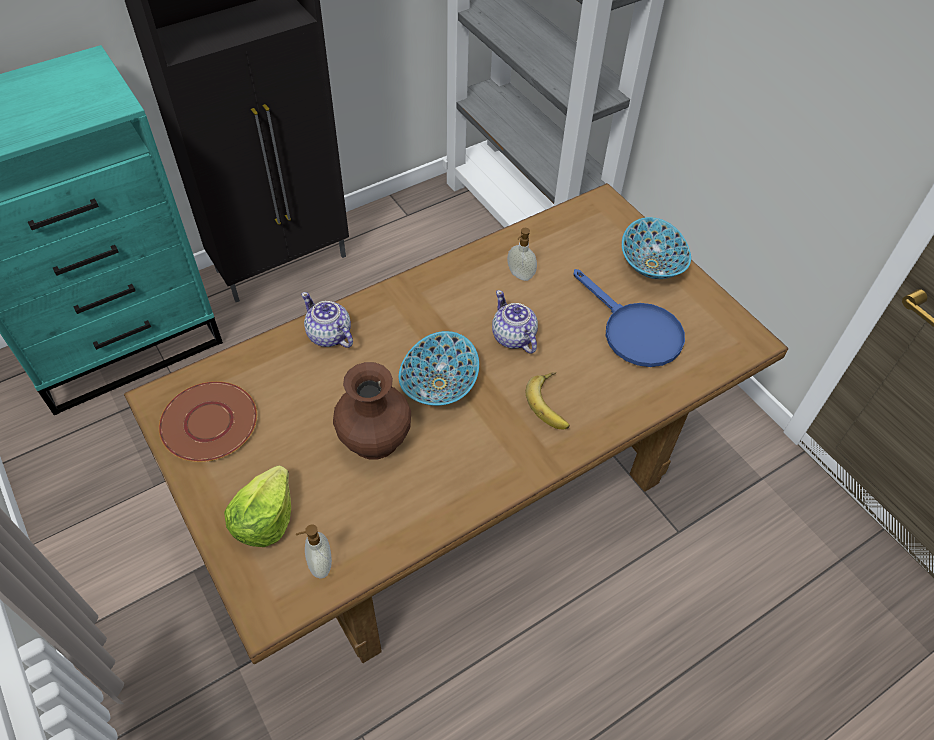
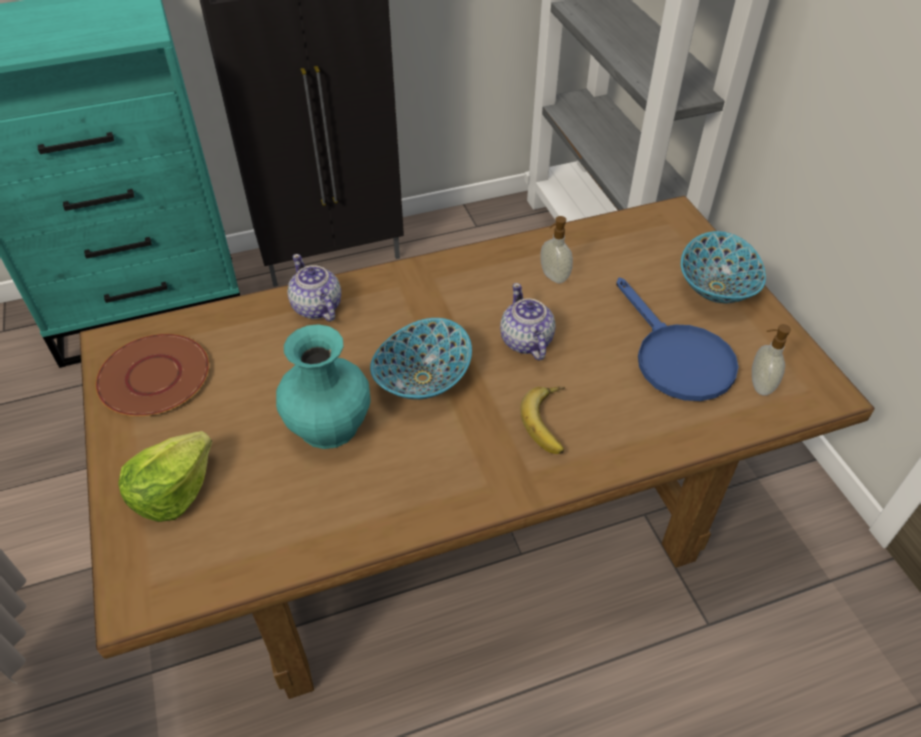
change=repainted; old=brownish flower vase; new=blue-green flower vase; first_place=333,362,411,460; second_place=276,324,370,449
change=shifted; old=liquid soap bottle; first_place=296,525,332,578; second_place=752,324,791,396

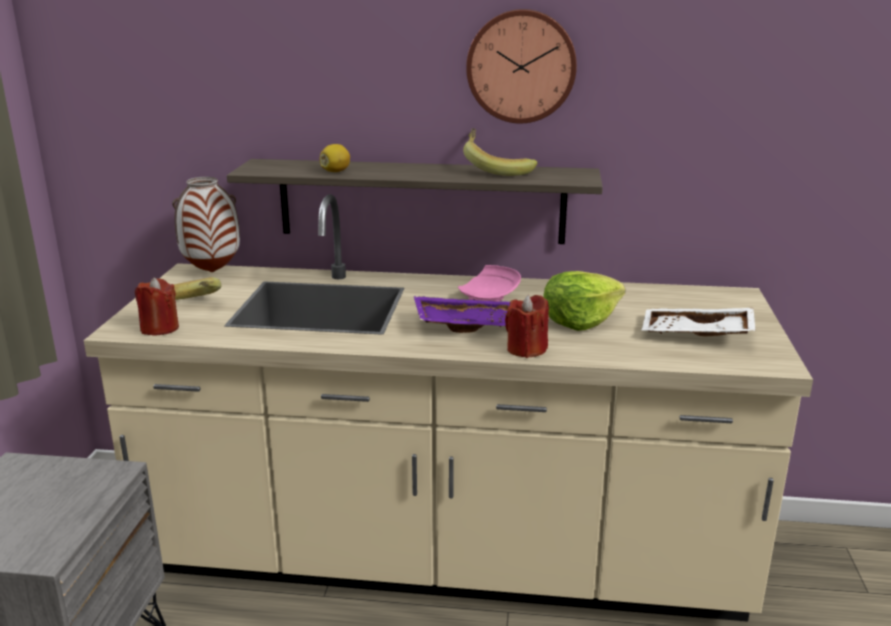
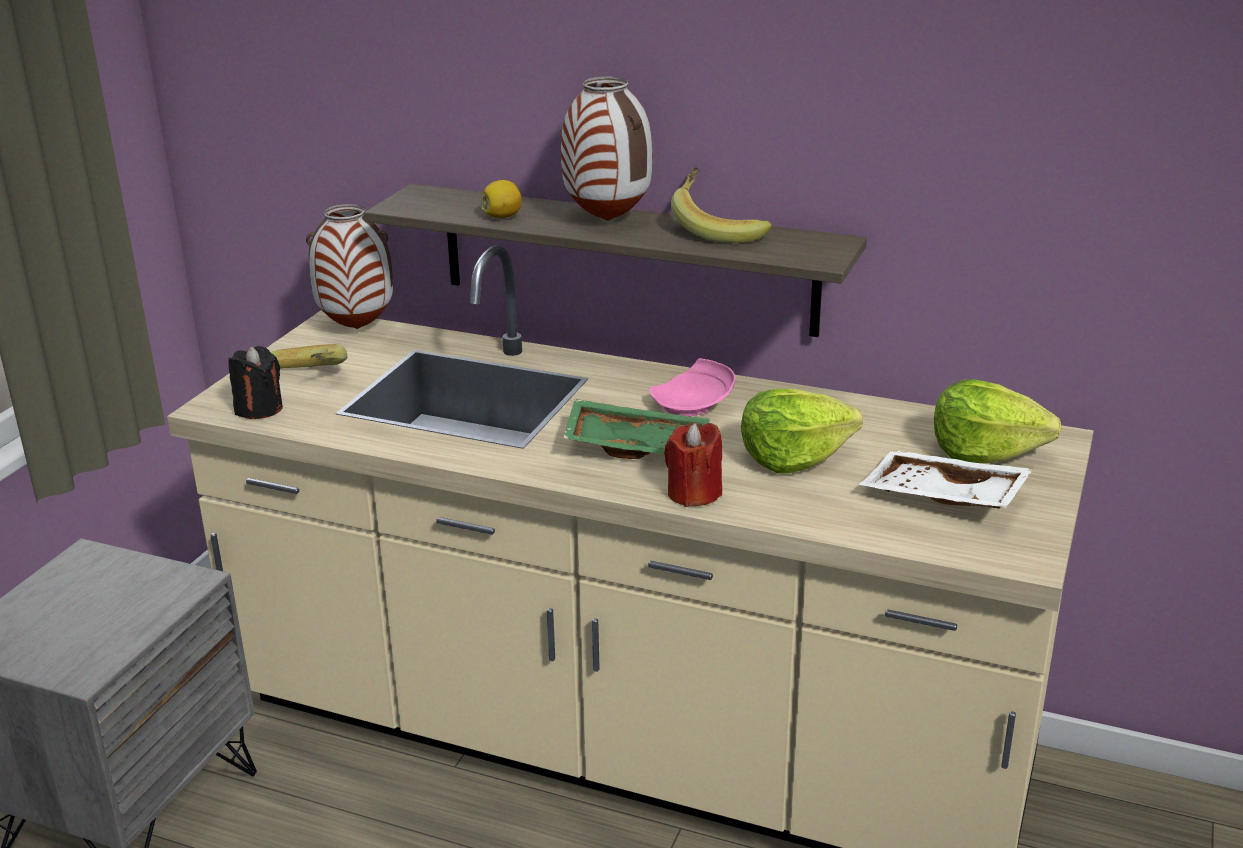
change=repainted; old=red wax candle; new=black wax candle; first_place=135,277,179,335; second_place=228,346,283,419
change=new; new=flower vase; second_place=561,76,653,221
change=repainted; old=purple tray; new=greenish tray; first_place=414,296,510,333; second_place=563,399,710,459
change=new; new=lettuce; second_place=934,379,1062,463
change=gone; old=wall clock; first_place=466,9,577,124

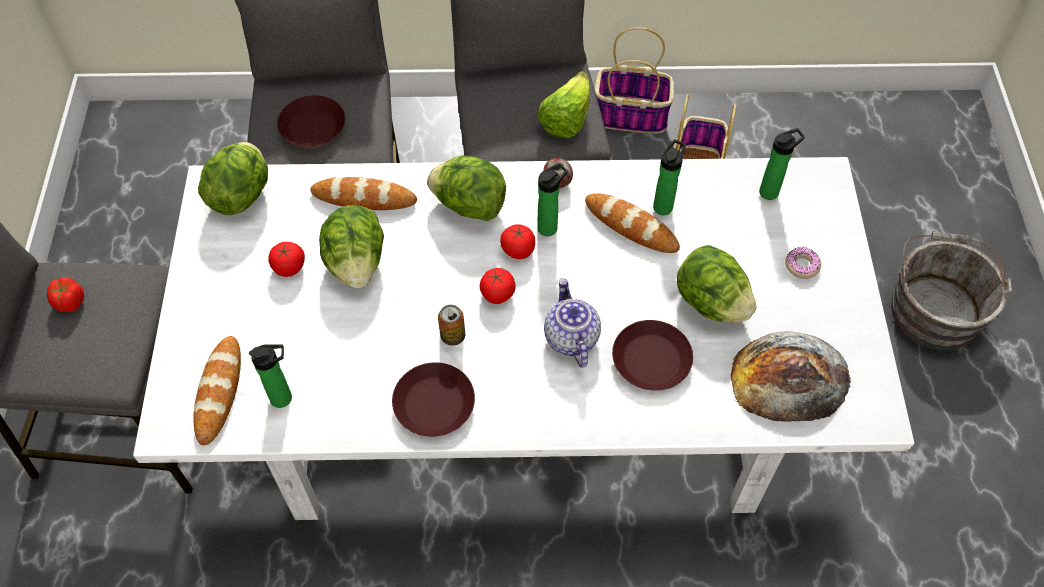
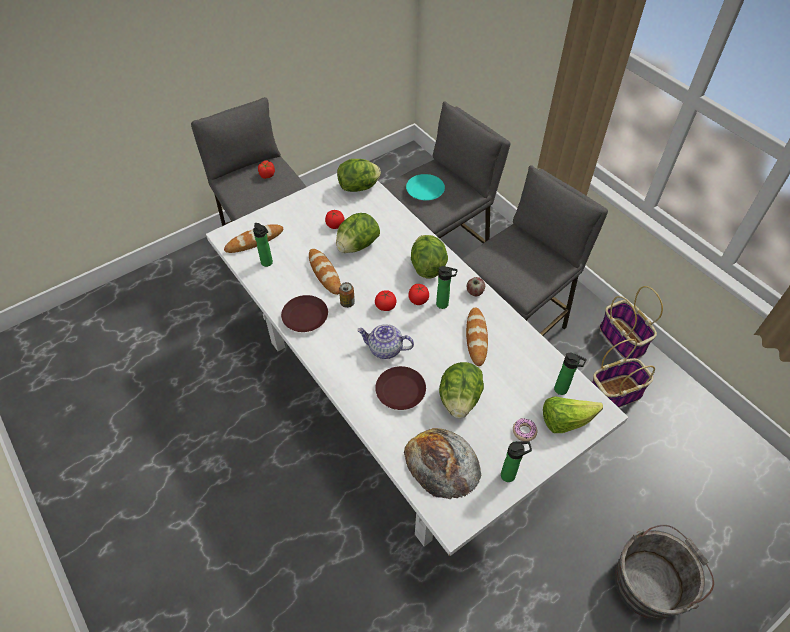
change=shifted; old=bread; first_place=310,177,417,210; second_place=309,249,341,295
change=rotated; old=pot for tea; first_place=544,278,601,368; second_place=357,324,414,359; degrees=-120
change=repainted; old=brownish dinner plate; new=blue-green dinner plate; first_place=277,96,345,147; second_place=406,174,445,200
change=shifted; old=drink bottle; first_place=653,139,686,215; second_place=501,441,532,482
change=shifted; old=lettuce; first_place=537,71,590,138; second_place=543,396,603,433

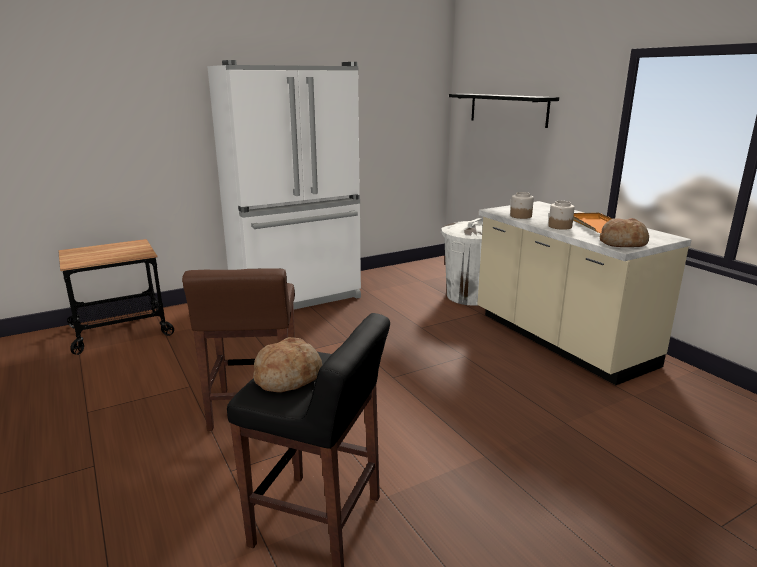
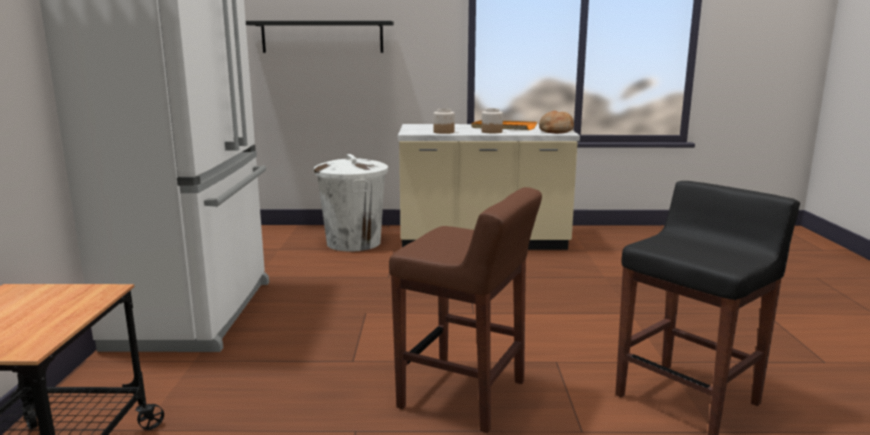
change=gone; old=bread; first_place=253,337,322,393

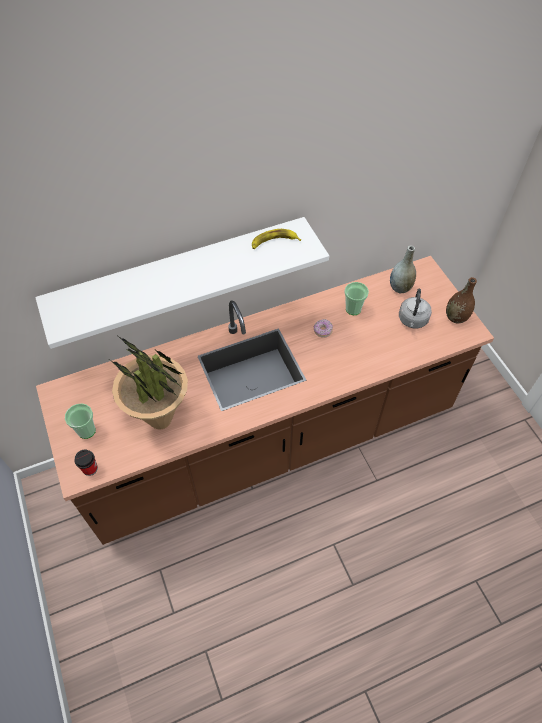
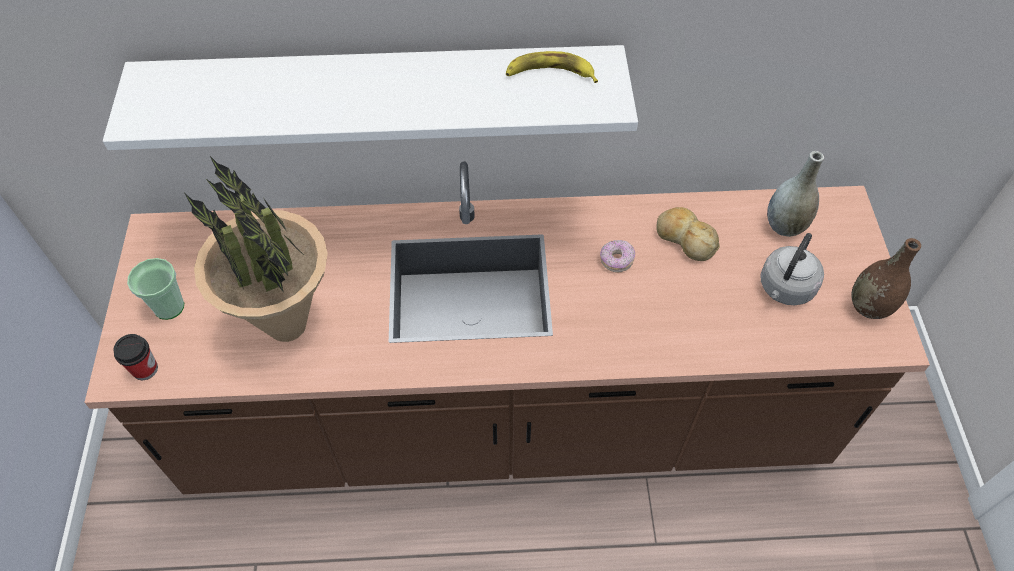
change=swapped; old=small cup; new=bread; first_place=344,282,369,315; second_place=656,207,720,261

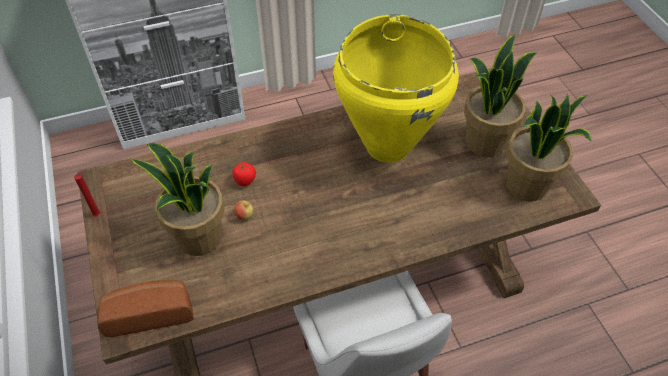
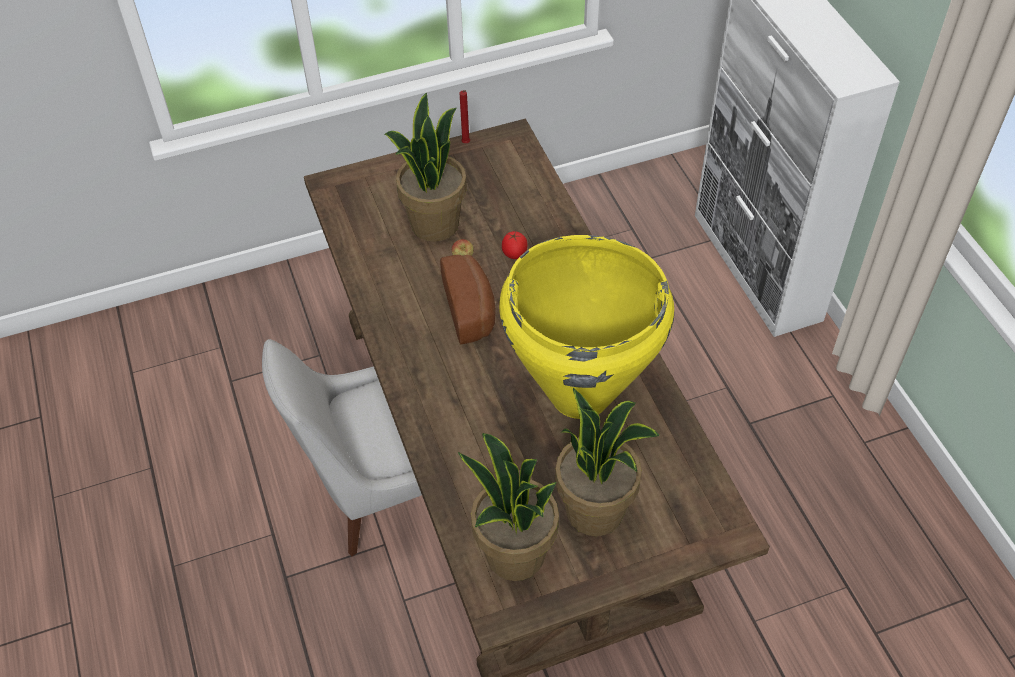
change=shifted; old=bread; first_place=97,280,193,337; second_place=440,255,496,344

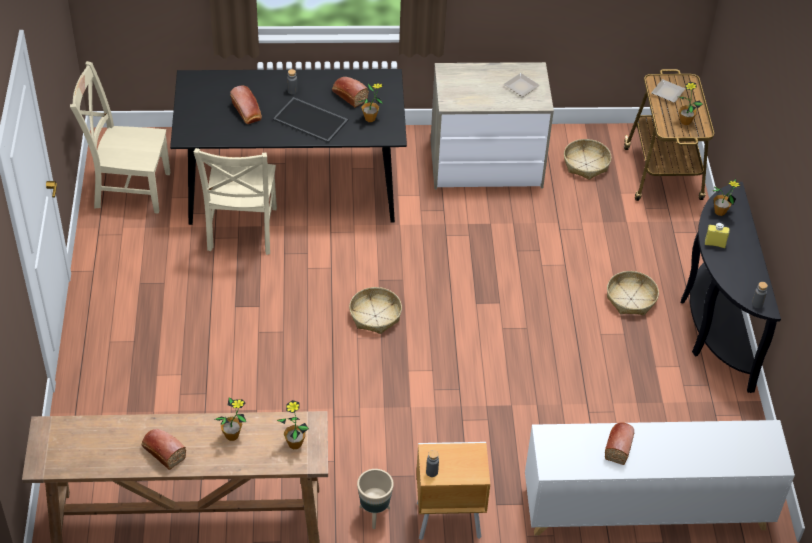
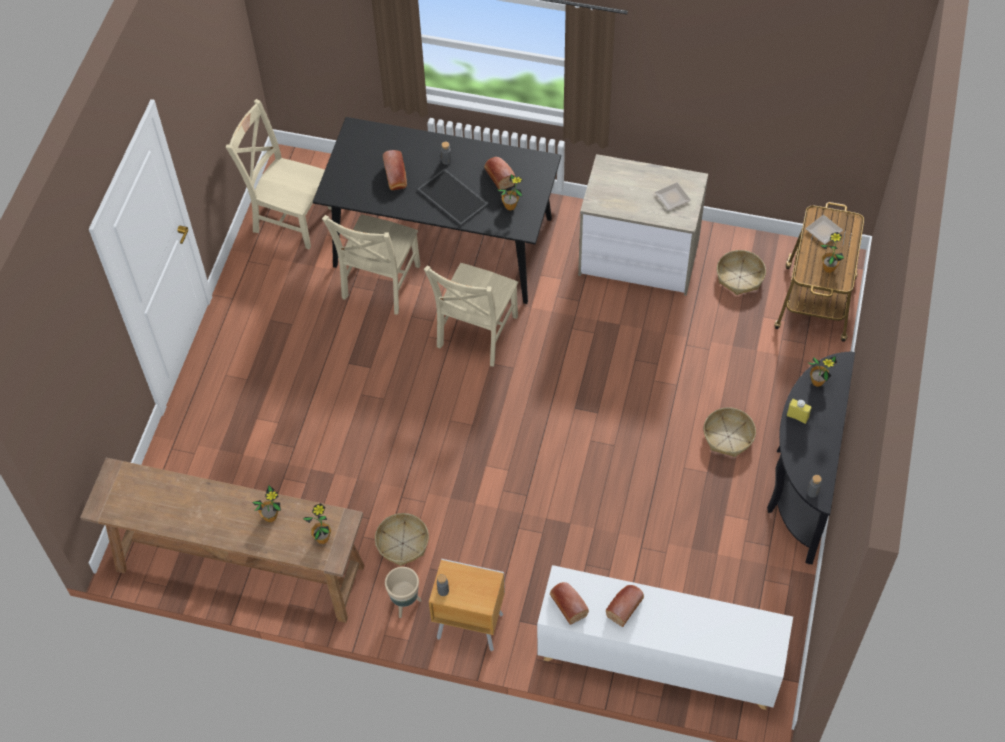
change=shifted; old=basket; first_place=349,287,402,334; second_place=375,513,429,566
change=new; new=beige chair; second_place=424,263,518,366
change=shifted; old=bread; first_place=141,429,186,470; second_place=550,582,589,625

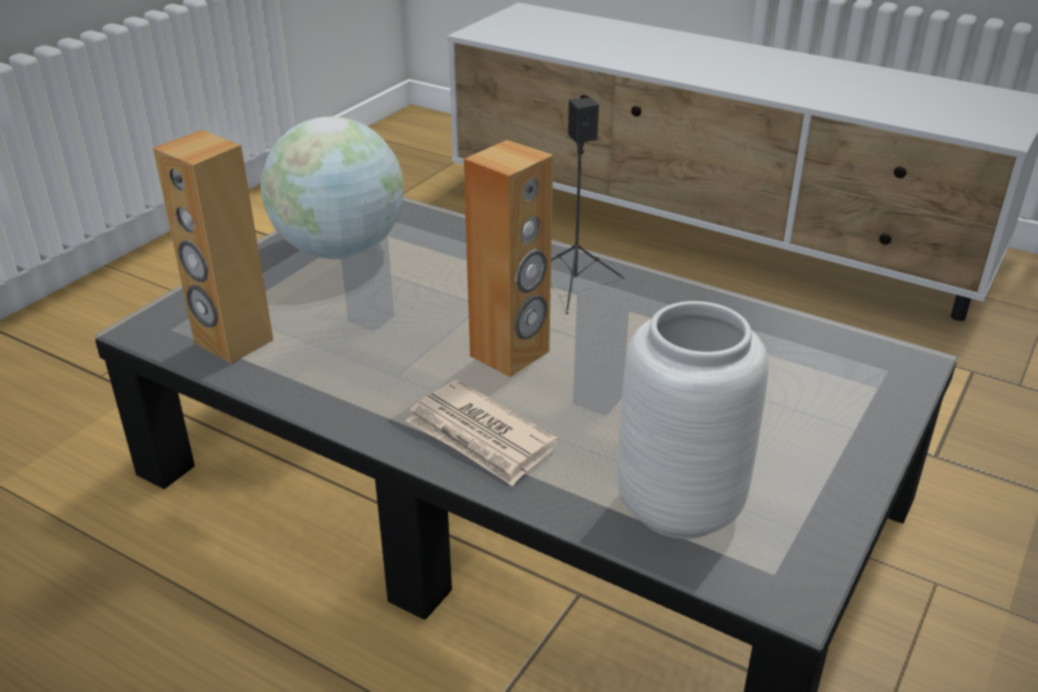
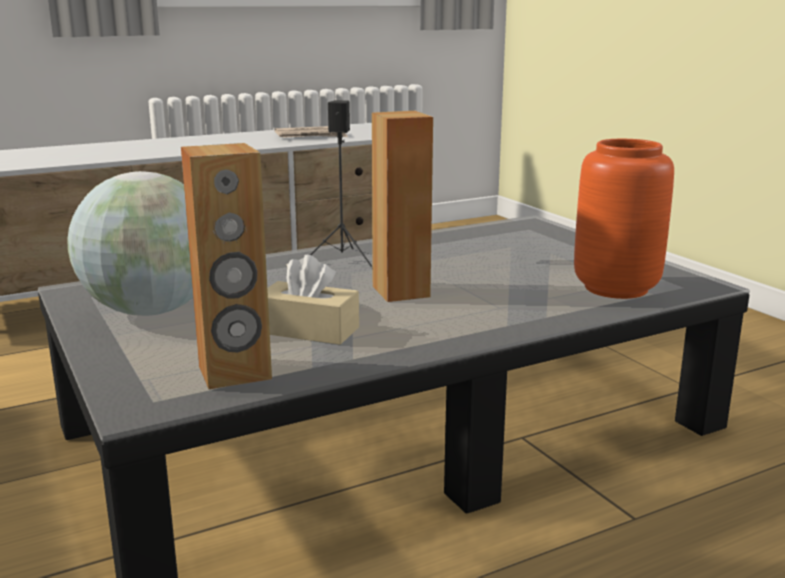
change=new; new=beige tissue holder; second_place=267,255,359,345
change=shifted; old=newspaper; first_place=406,379,558,486; second_place=274,126,348,138
change=repainted; old=grey flower vase; new=orange-coloured flower vase; first_place=617,301,769,539; second_place=574,139,674,299

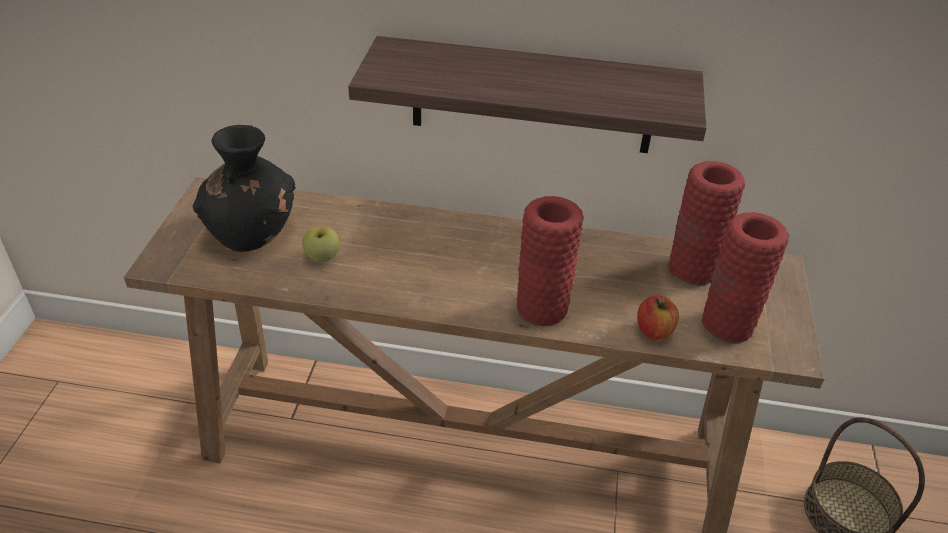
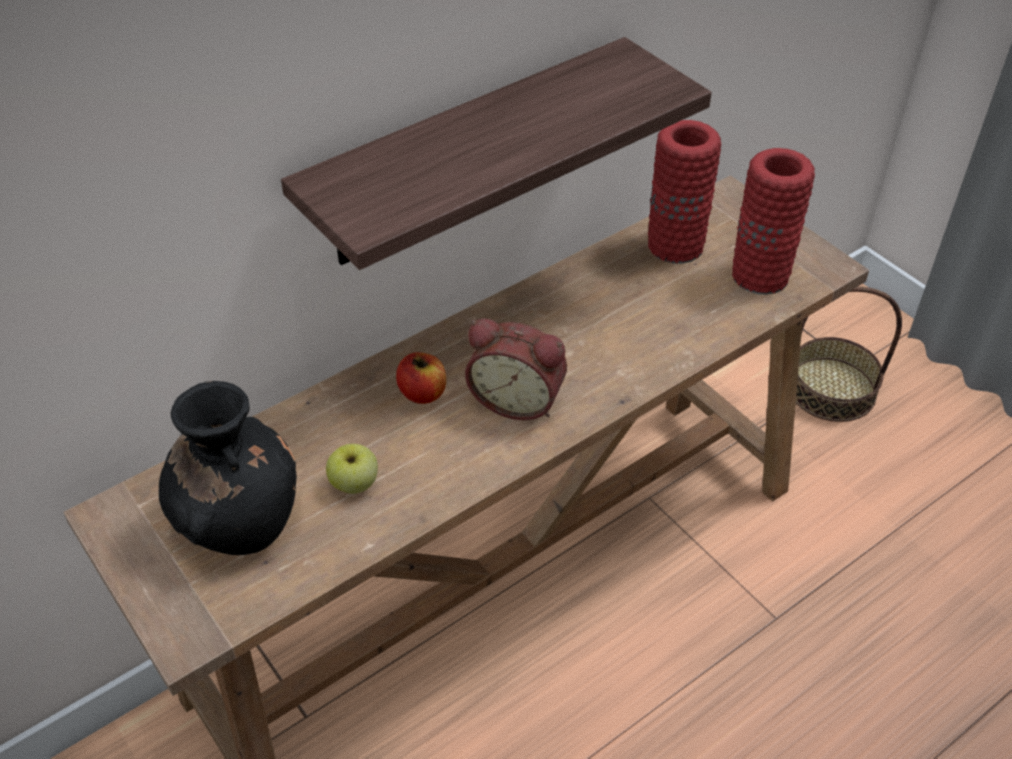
change=shifted; old=whole apple; first_place=637,295,679,340; second_place=396,352,446,404
change=new; new=bedside clock; second_place=465,318,567,420
change=gone; old=red flower vase; first_place=517,196,584,326

